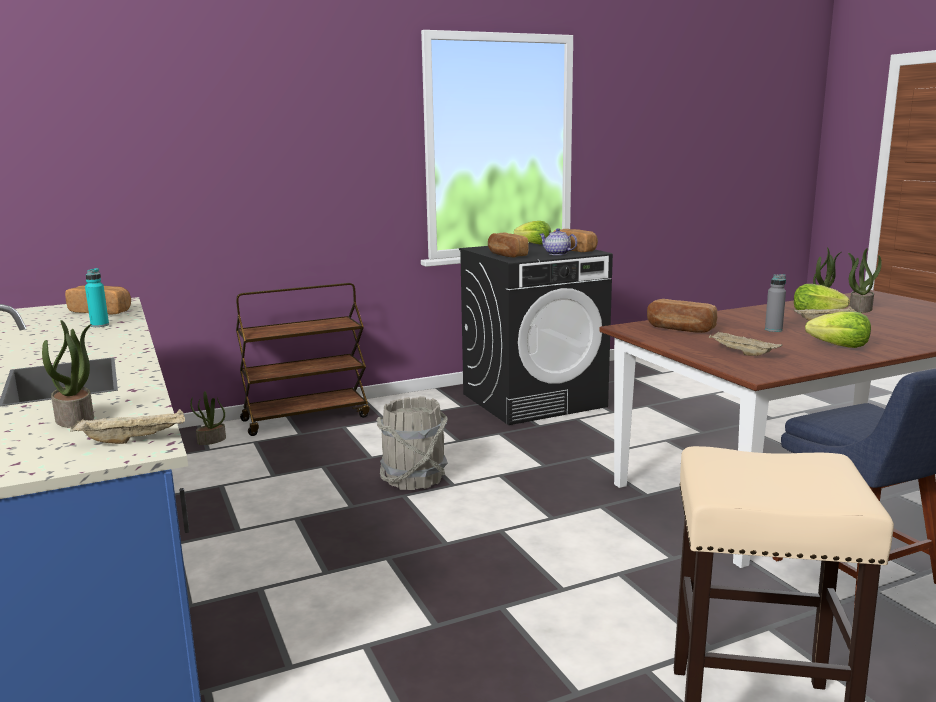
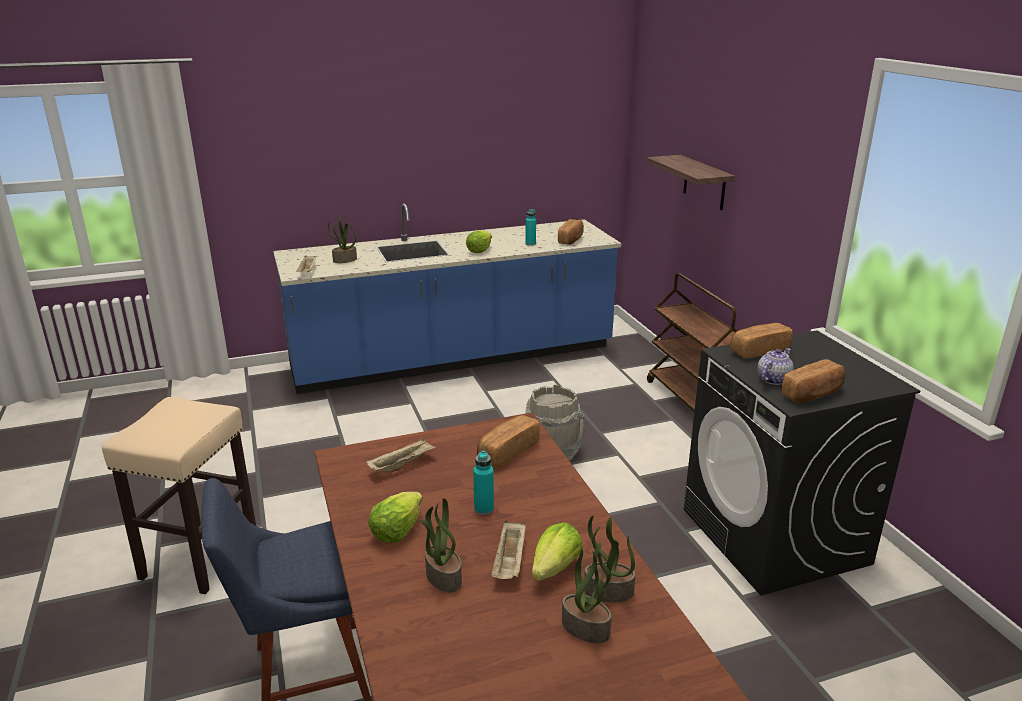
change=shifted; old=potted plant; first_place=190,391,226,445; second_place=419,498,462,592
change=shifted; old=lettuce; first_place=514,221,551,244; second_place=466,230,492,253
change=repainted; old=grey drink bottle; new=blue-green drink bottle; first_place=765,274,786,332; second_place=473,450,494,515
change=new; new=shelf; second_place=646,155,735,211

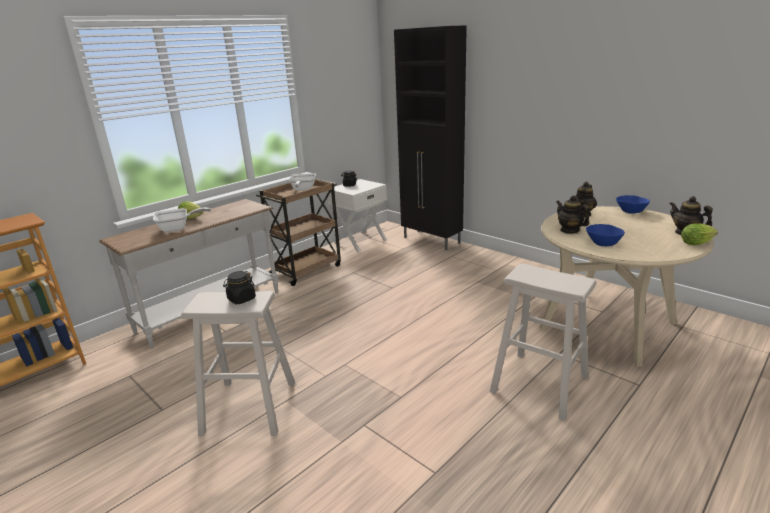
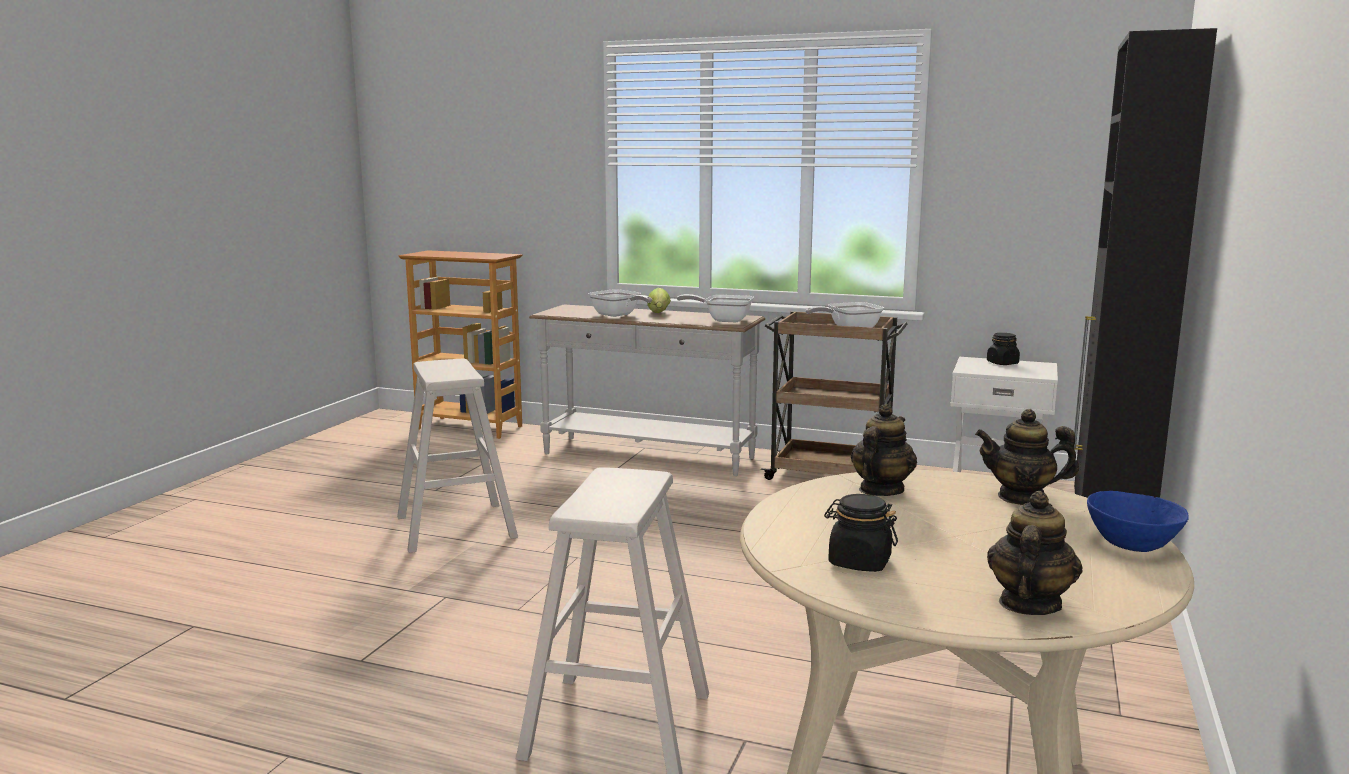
change=new; new=pan; second_place=677,294,754,322
change=shifted; old=black storage jar; first_place=223,271,256,304; second_place=824,494,898,572
change=gone; old=bluish deep dish; first_place=586,224,625,246
change=gone; old=lettuce; first_place=681,223,718,245

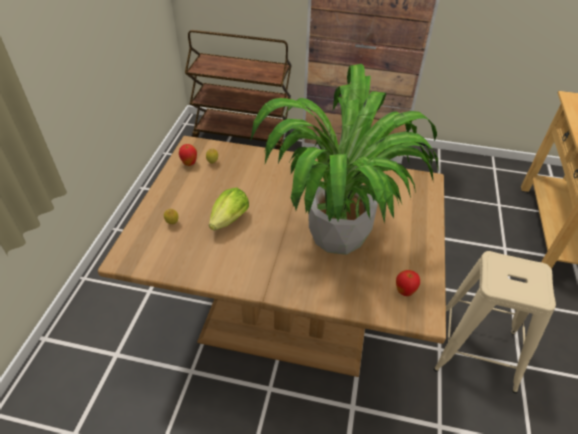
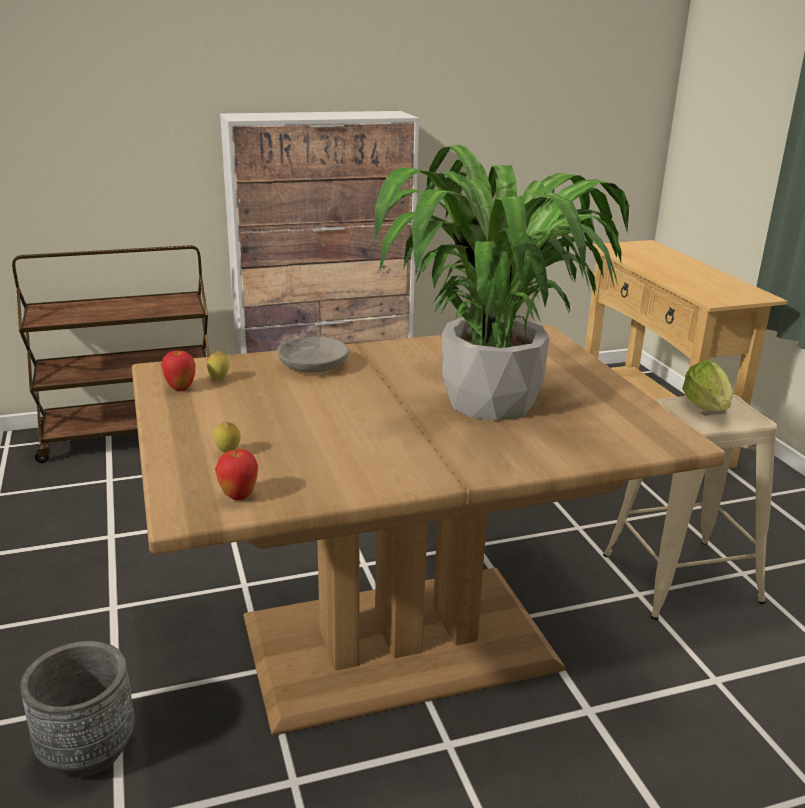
change=new; new=grey plant pot; second_place=20,641,135,778
change=shifted; old=whole apple; first_place=396,270,420,296; second_place=215,449,258,500
change=new; new=grey deep dish; second_place=277,336,349,373
change=shifted; old=lettuce; first_place=209,188,249,231; second_place=682,360,733,411

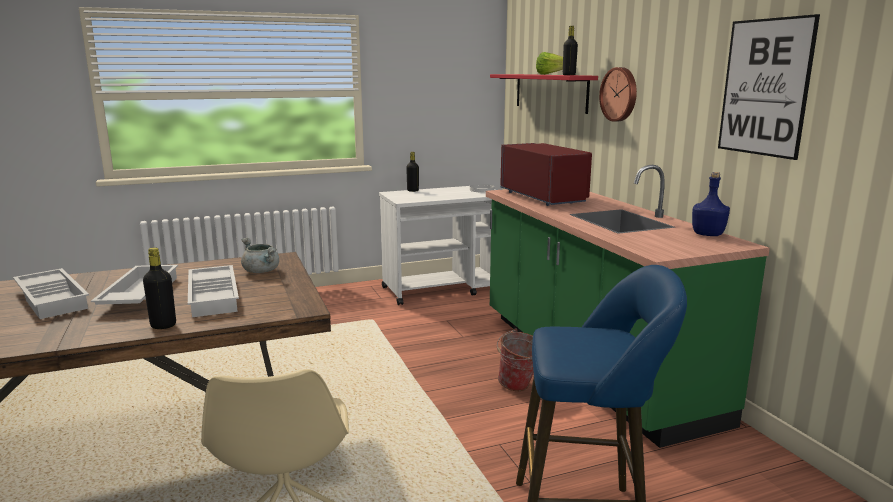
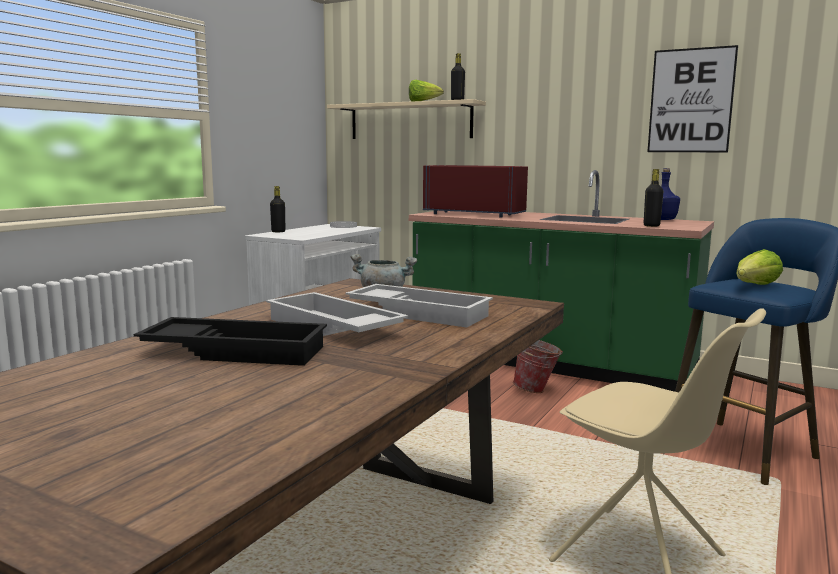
change=repainted; old=white-coloured tray; new=black tray; first_place=13,268,89,319; second_place=134,317,327,366
change=repainted; old=red shelf; new=beige shelf; first_place=490,74,598,114; second_place=327,99,486,139
change=shifted; old=black drink bottle; first_place=143,248,176,329; second_place=644,169,663,227
change=new; new=lettuce; second_place=737,249,783,285
change=gone; old=wall clock; first_place=599,67,637,122

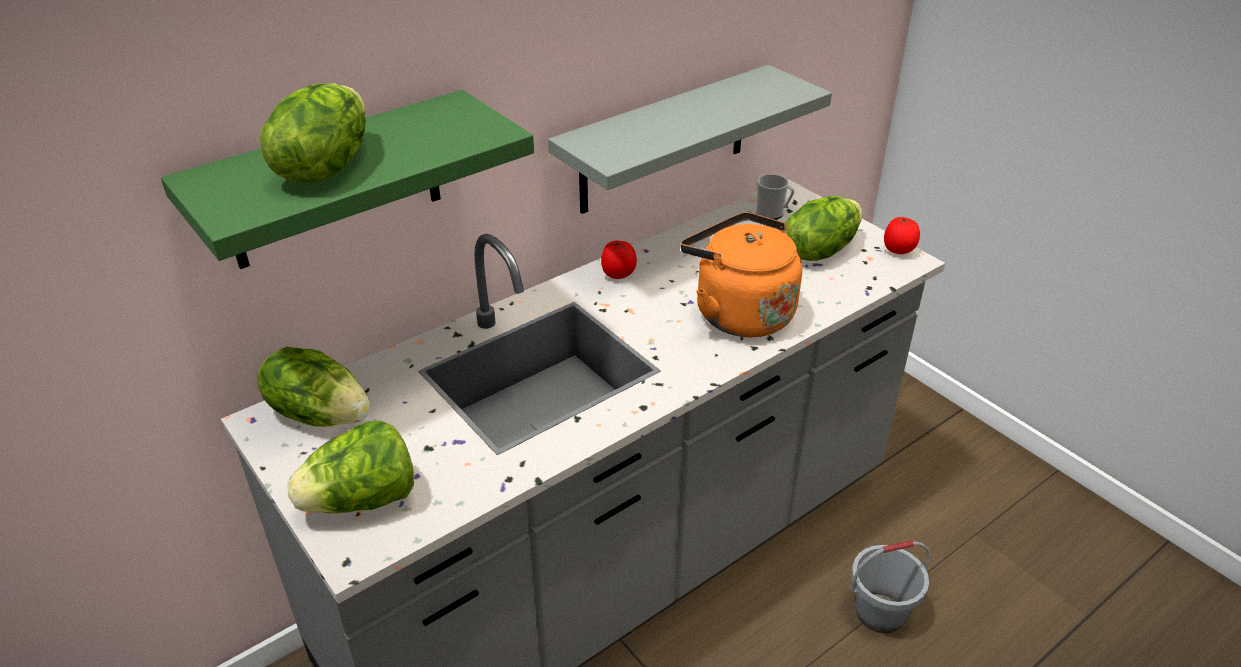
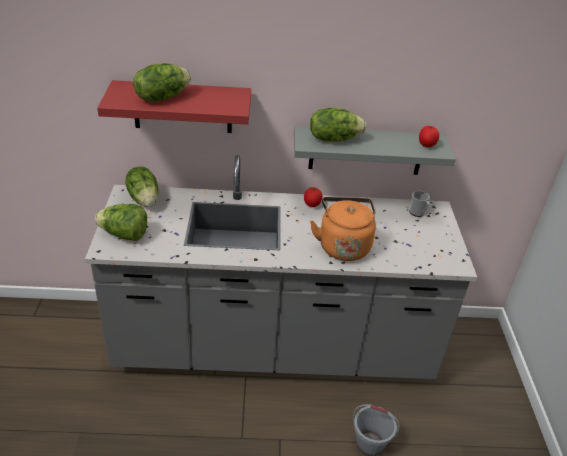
change=repainted; old=greenish shelf; new=red shelf; first_place=161,90,534,269; second_place=97,80,251,133
change=shifted; old=lettuce; first_place=785,196,863,261; second_place=310,108,367,142
change=shifted; old=fresh tomato; first_place=884,216,920,254; second_place=419,126,439,147

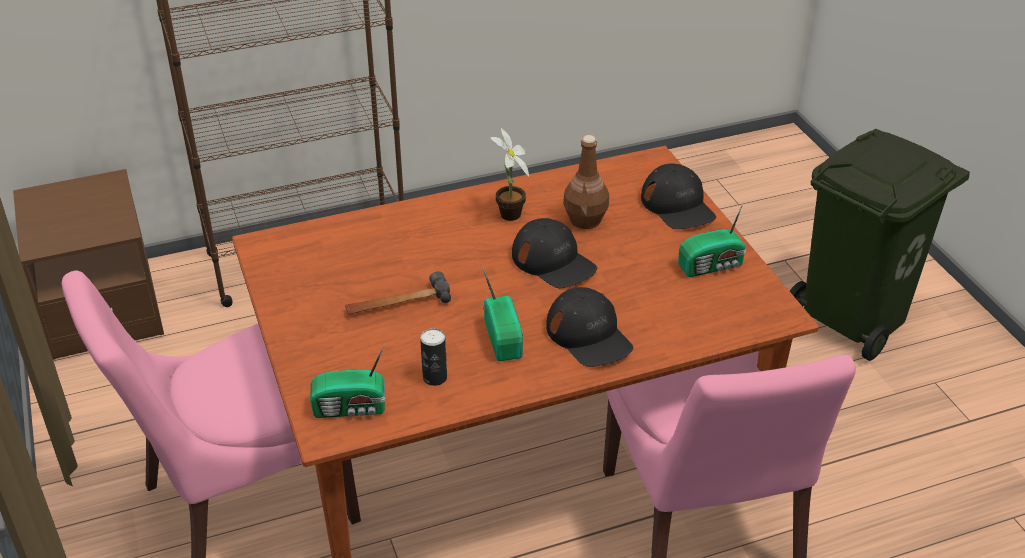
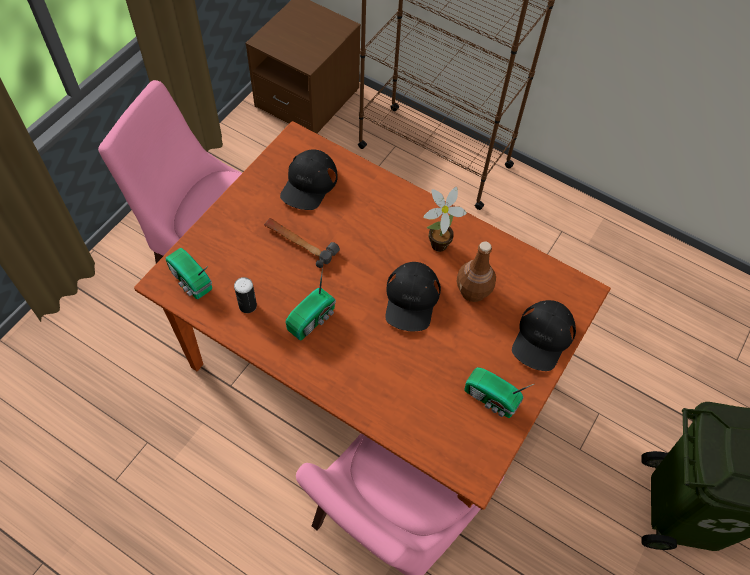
change=shifted; old=black baseball cap; first_place=546,287,633,367; second_place=280,149,337,210

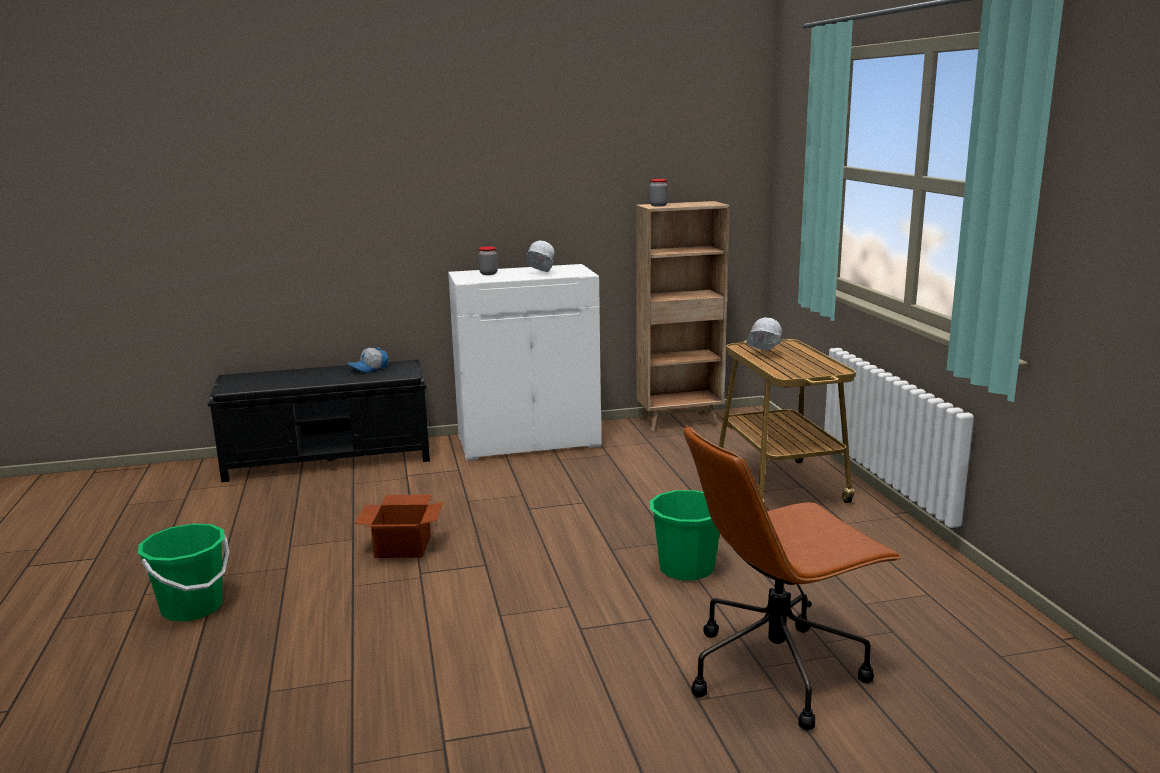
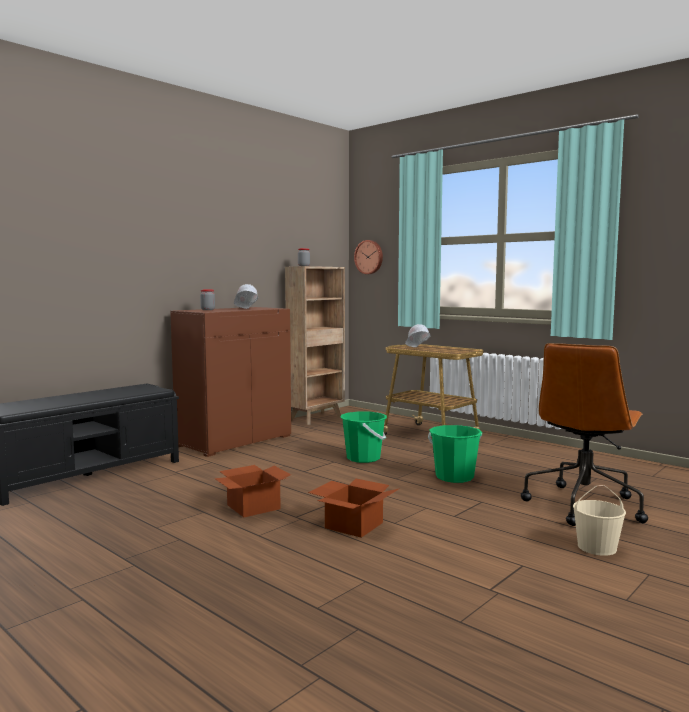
change=repainted; old=white-coloured storage cabinet; new=brownish storage cabinet; first_place=448,264,601,461; second_place=170,307,291,457
change=new; new=cardboard box; second_place=308,479,400,538
change=shifted; old=greenish bucket; first_place=138,524,229,622; second_place=340,412,387,463
change=new; new=wall clock; second_place=354,240,383,274
change=new; new=beige bucket; second_place=573,485,626,556
change=gone; old=baseball cap; first_place=347,347,389,373

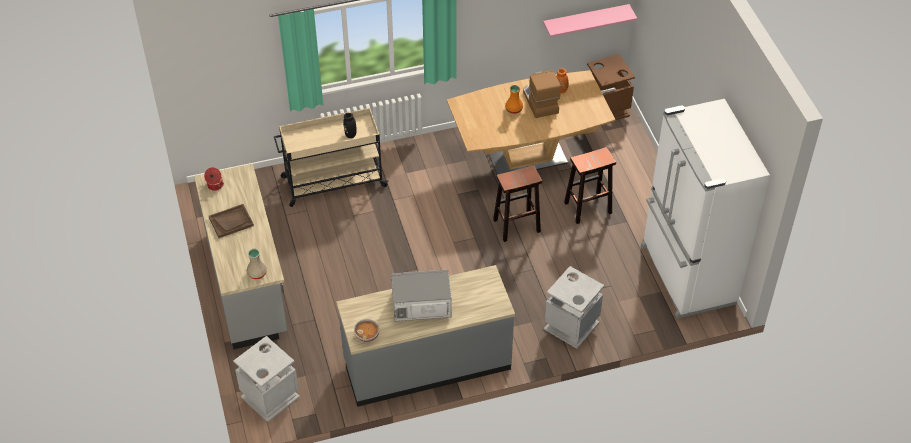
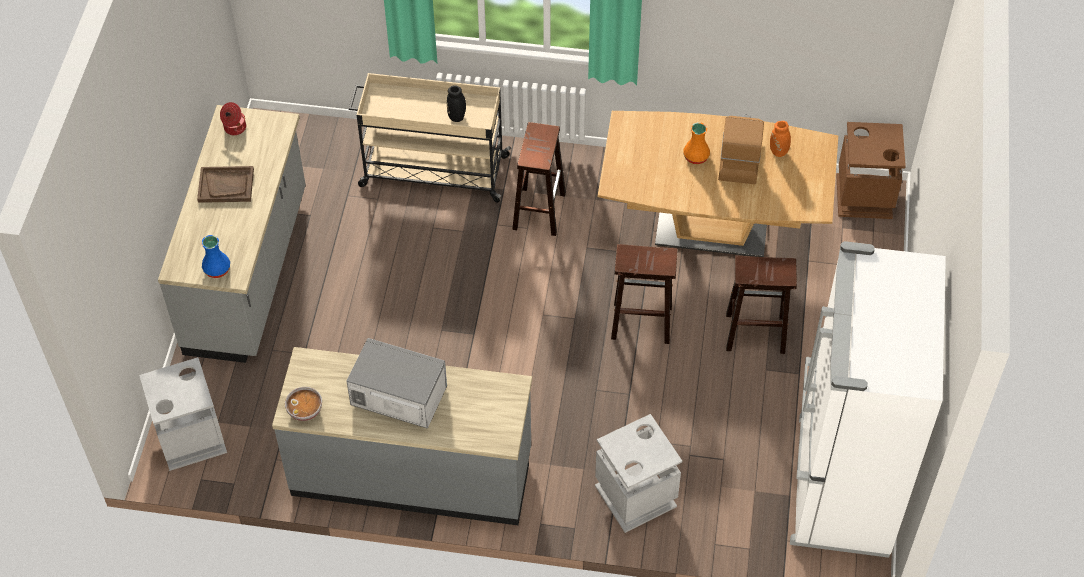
change=repainted; old=beige flower vase; new=bluish flower vase; first_place=247,249,267,279; second_place=201,235,230,278
change=new; new=brownish stool seat; second_place=512,122,566,236
change=gone; old=pink shelf; first_place=543,4,637,37

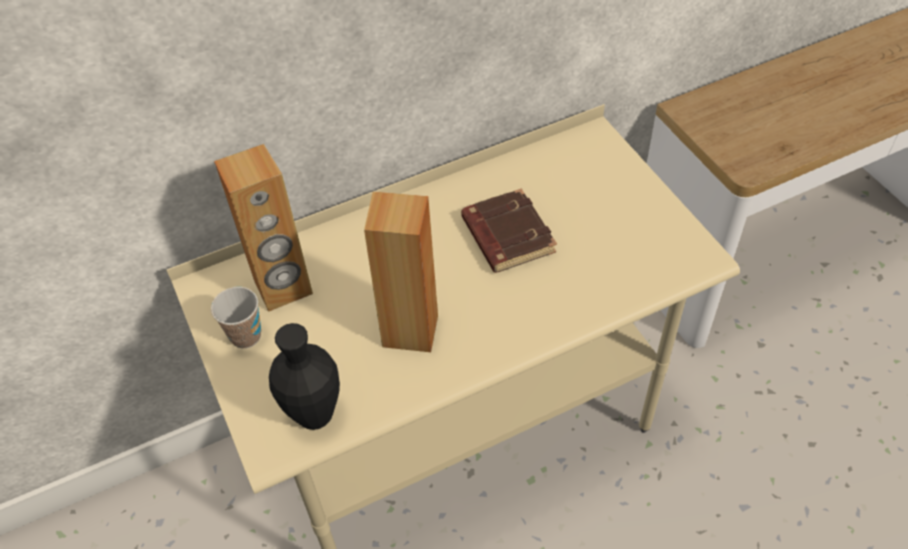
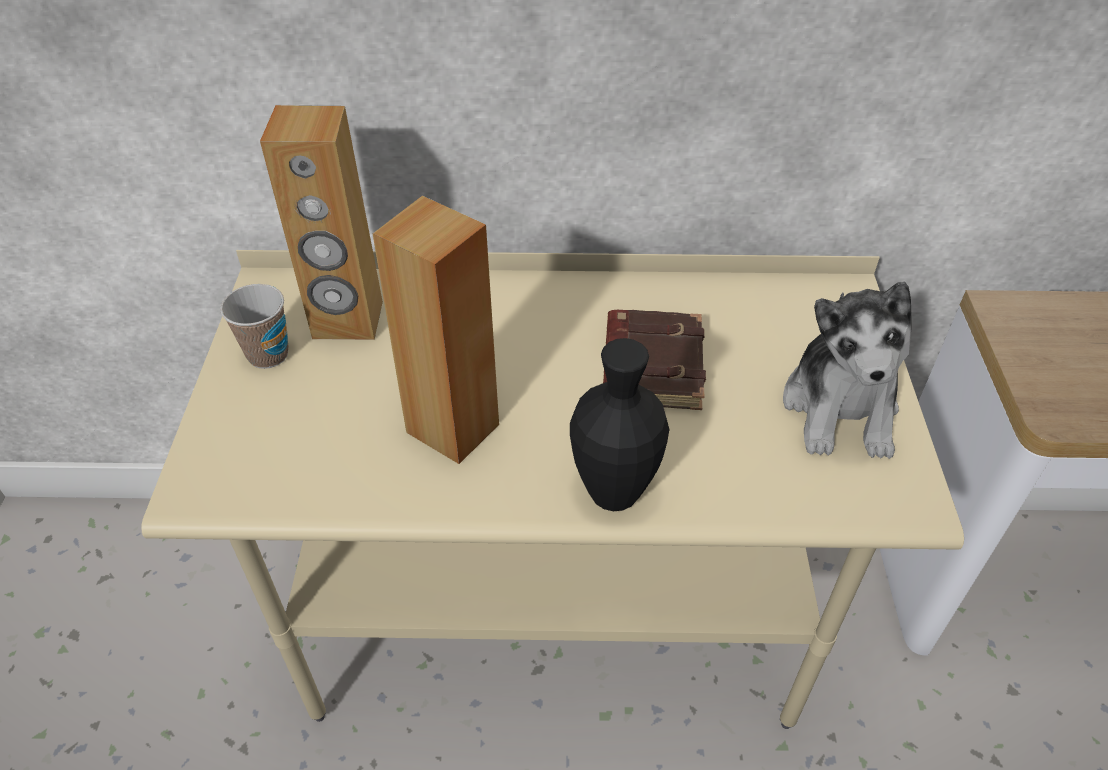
change=shifted; old=black flower vase; first_place=269,323,340,430; second_place=570,338,669,511
change=new; new=cuddly toy; second_place=783,281,912,459

